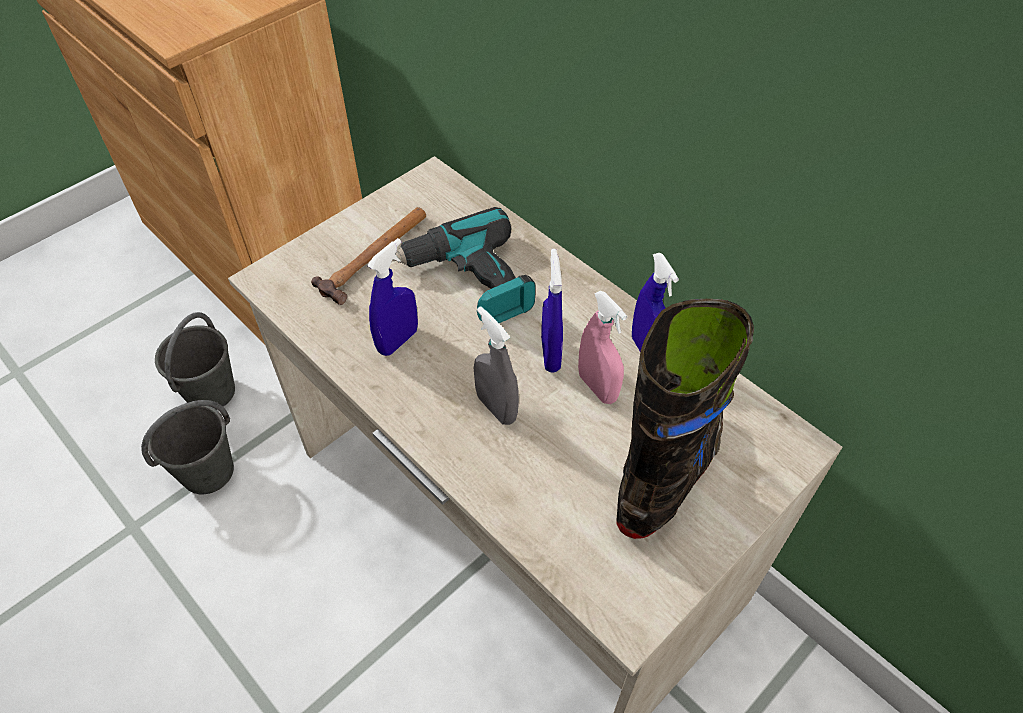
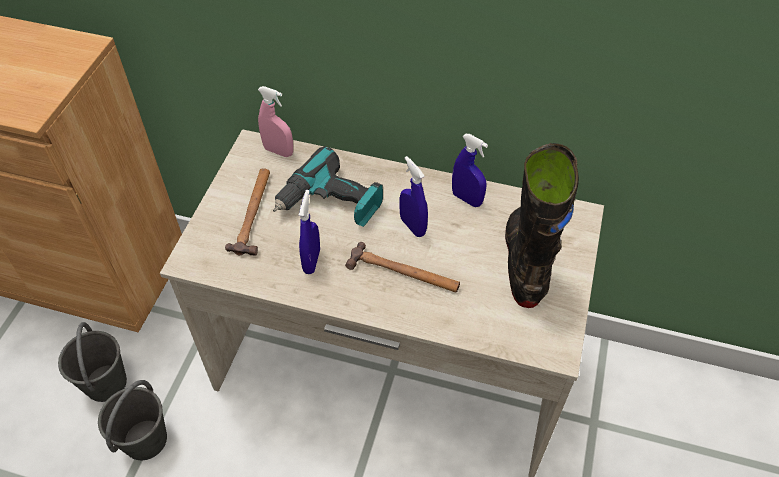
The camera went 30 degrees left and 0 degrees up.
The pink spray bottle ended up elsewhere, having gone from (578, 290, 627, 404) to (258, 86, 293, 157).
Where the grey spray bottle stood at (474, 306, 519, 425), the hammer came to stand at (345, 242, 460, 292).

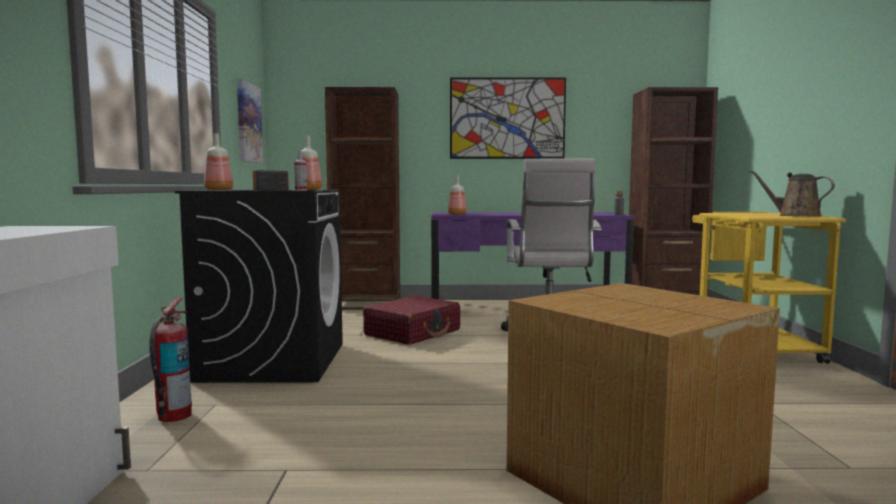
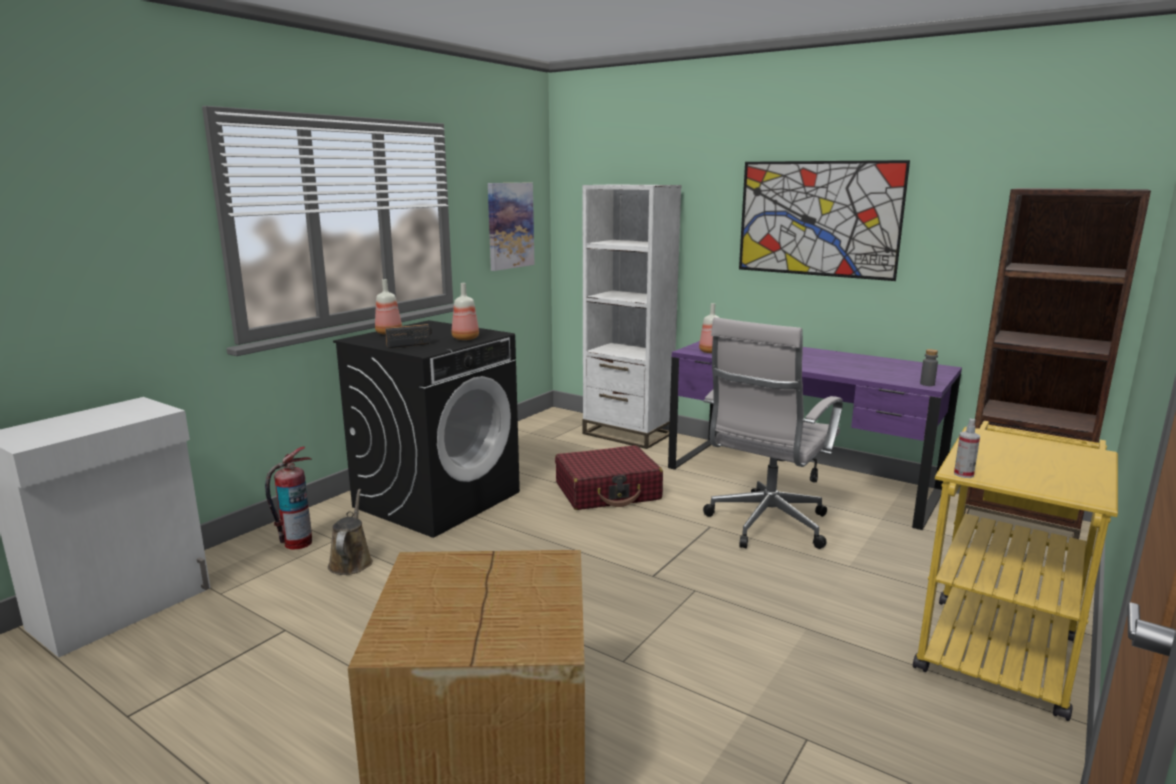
The camera went 35 degrees right and 10 degrees up.
The brown watering can ended up elsewhere, having gone from (749, 170, 835, 216) to (328, 489, 373, 575).
What was the brown bookcase at (325, 87, 401, 310) turned into the white bookcase at (583, 184, 682, 449).
The spray bottle ended up elsewhere, having gone from (294, 151, 307, 191) to (954, 419, 980, 478).

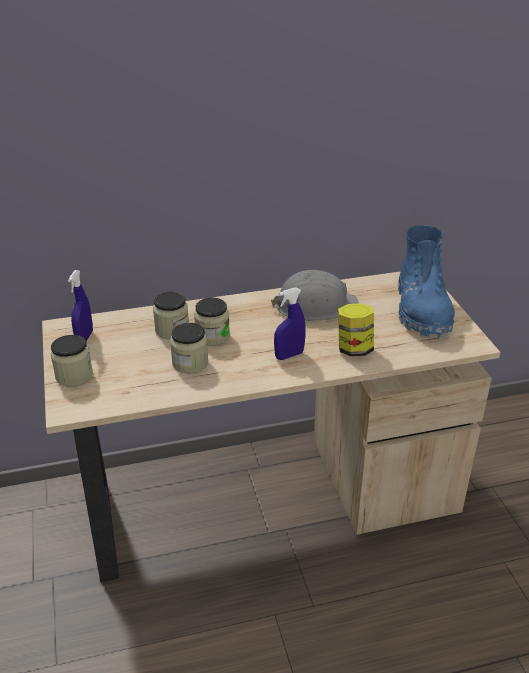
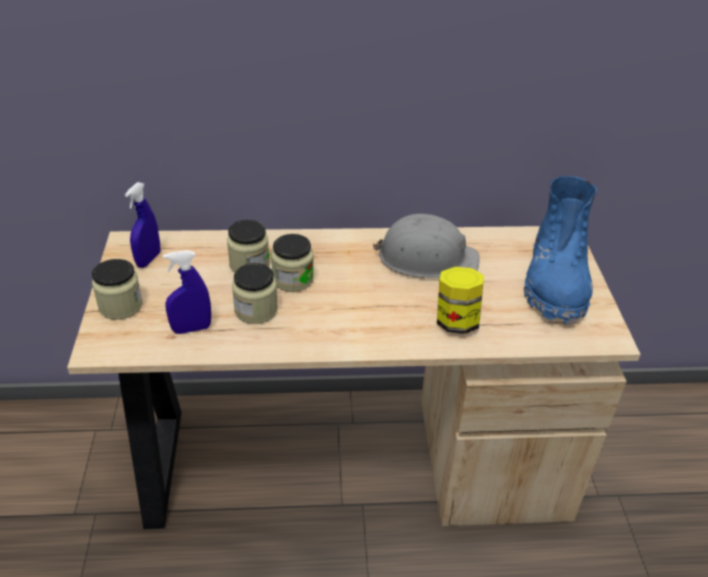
The camera went 10 degrees right and 5 degrees up.
The blue spray bottle ended up elsewhere, having gone from (274, 287, 306, 360) to (163, 250, 211, 334).

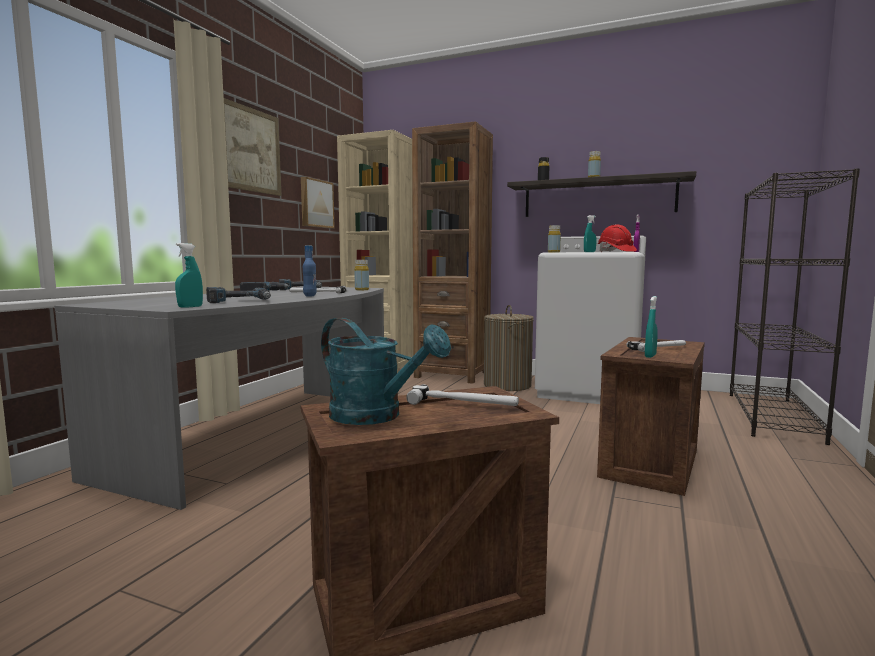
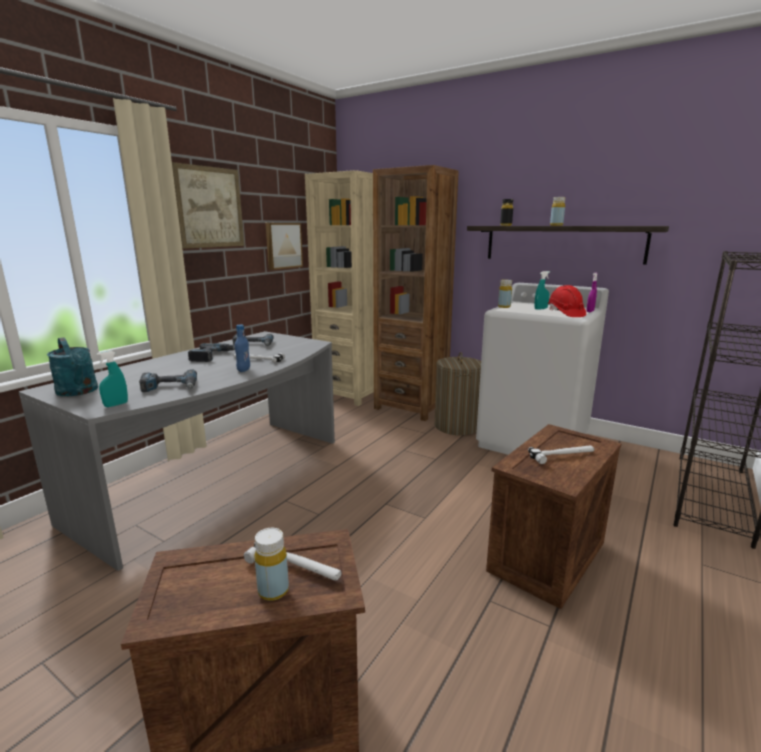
The camera went 10 degrees right and 10 degrees up.
The turquoise watering can ended up elsewhere, having gone from (321, 317, 451, 425) to (47, 337, 98, 396).
The yellow bottle ended up elsewhere, having gone from (354, 260, 369, 290) to (254, 528, 289, 601).
The second view lost the turquoise spray bottle at (645, 296, 658, 358).

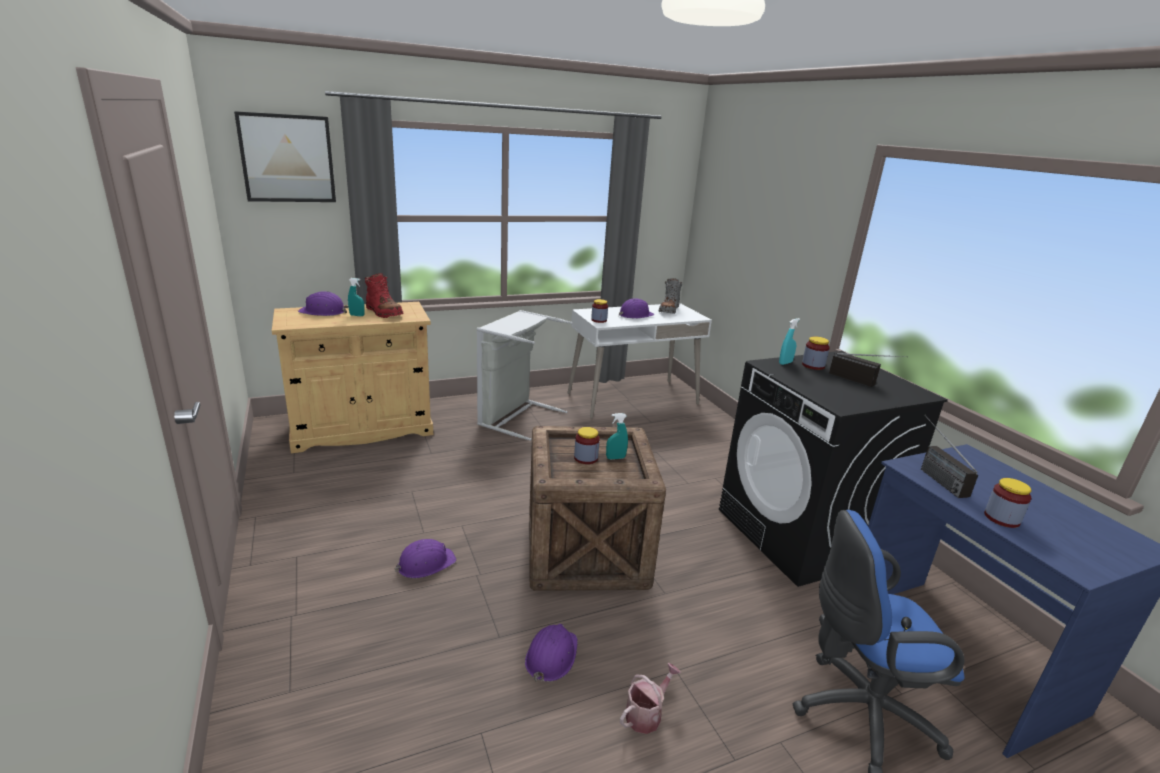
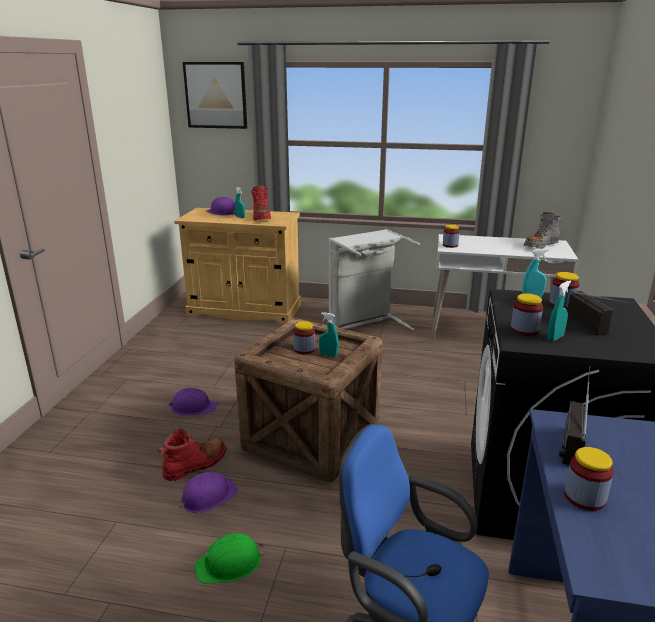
The camera went 35 degrees right and 0 degrees up.
The second view gained the red boot at (157, 428, 227, 481).
Where the watering can stood at (620, 663, 681, 734), the green hard hat came to stand at (195, 533, 263, 584).
The second view gained the jar at (511, 293, 543, 336).
The second view gained the turquoise spray bottle at (547, 281, 571, 341).
The second view lost the purple hard hat at (619, 298, 655, 318).

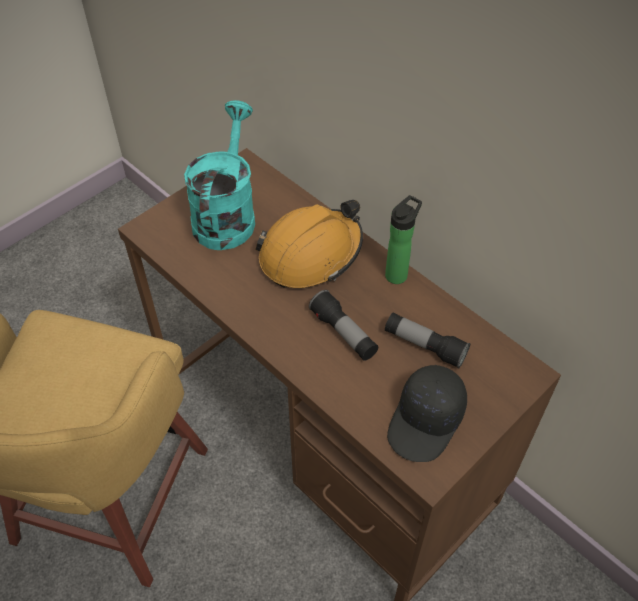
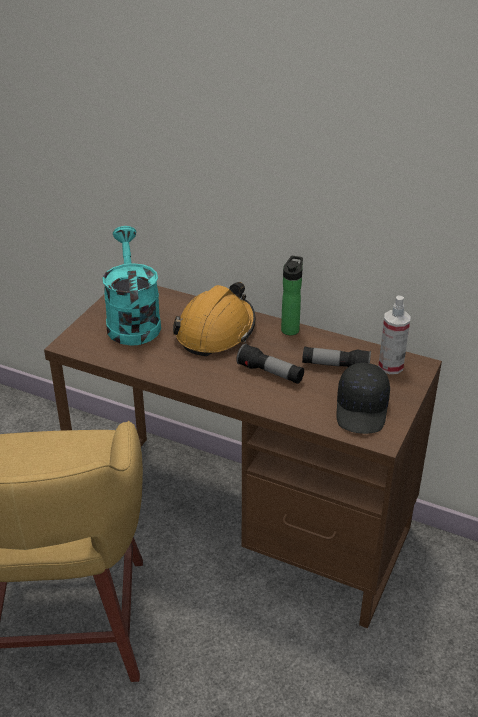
The camera went 20 degrees left and 15 degrees down.
The second view gained the spray bottle at (378, 295, 411, 374).

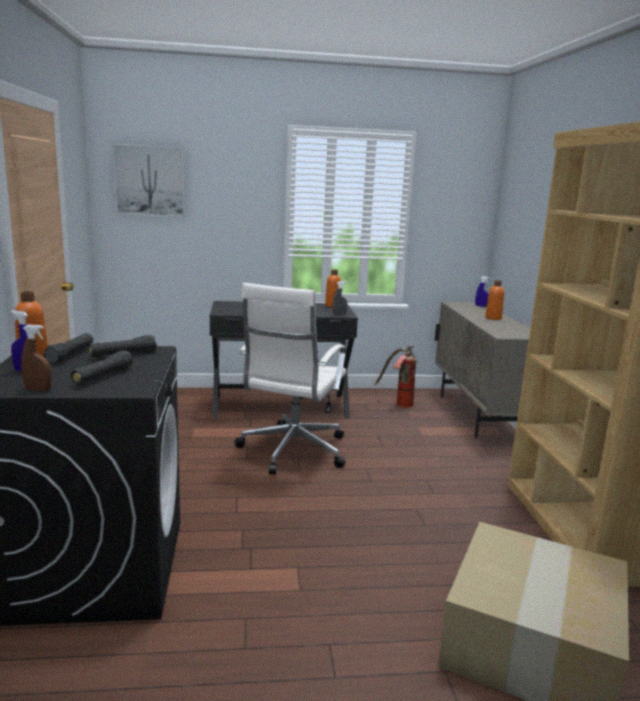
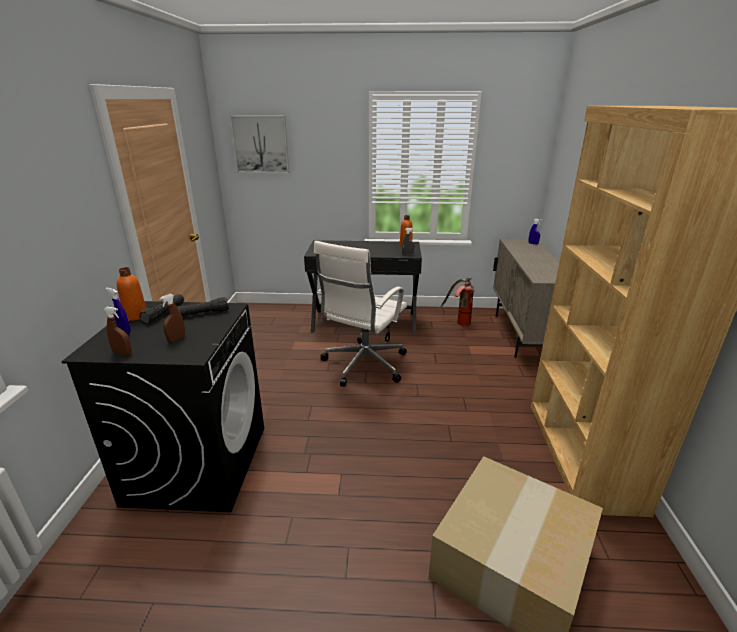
The camera went 10 degrees right and 10 degrees up.
Where the black flashlight stood at (71, 350, 133, 385), the brown spray bottle came to stand at (159, 294, 185, 342).
The second view lost the orange bottle at (485, 280, 504, 320).

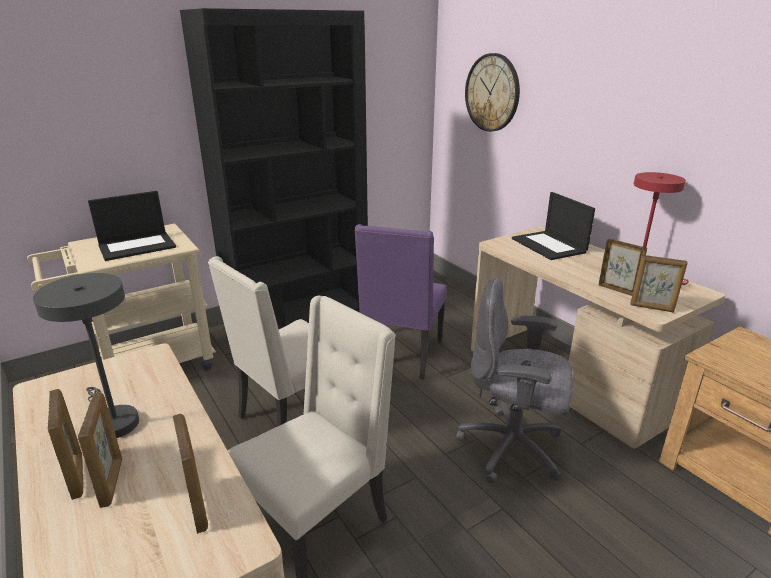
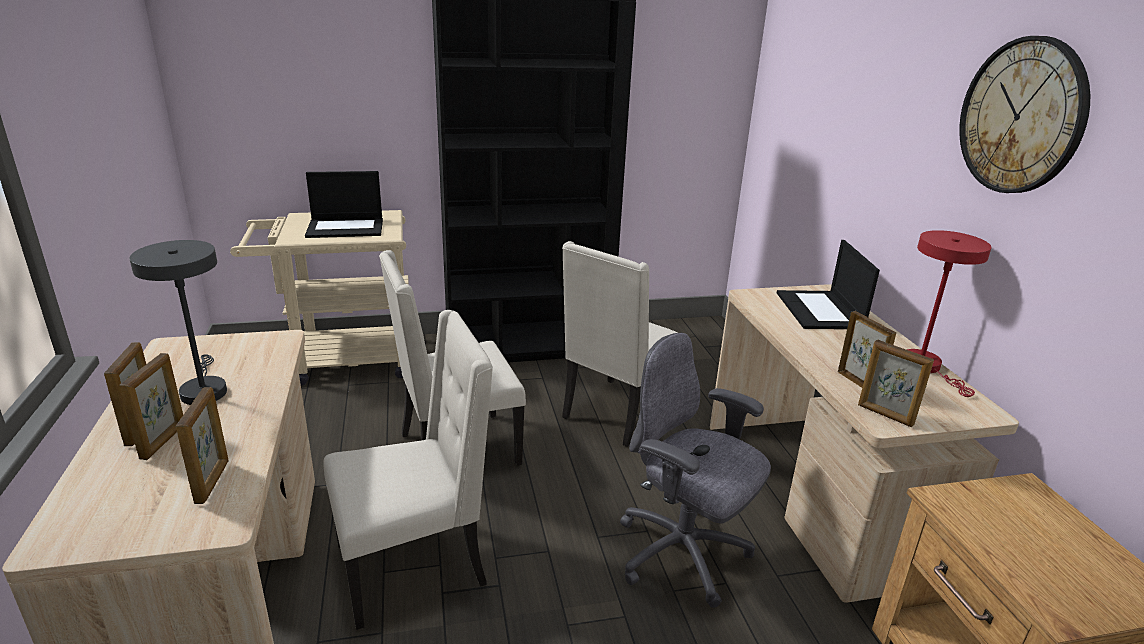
The camera went 20 degrees right and 0 degrees up.
What was the purple chair at (354, 224, 447, 379) turned into the beige chair at (562, 241, 678, 447).
The wall clock ended up elsewhere, having gone from (465, 53, 520, 132) to (959, 36, 1090, 193).

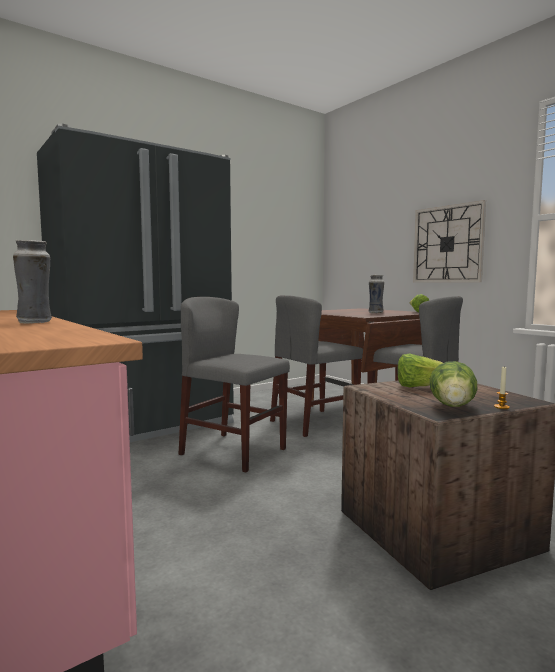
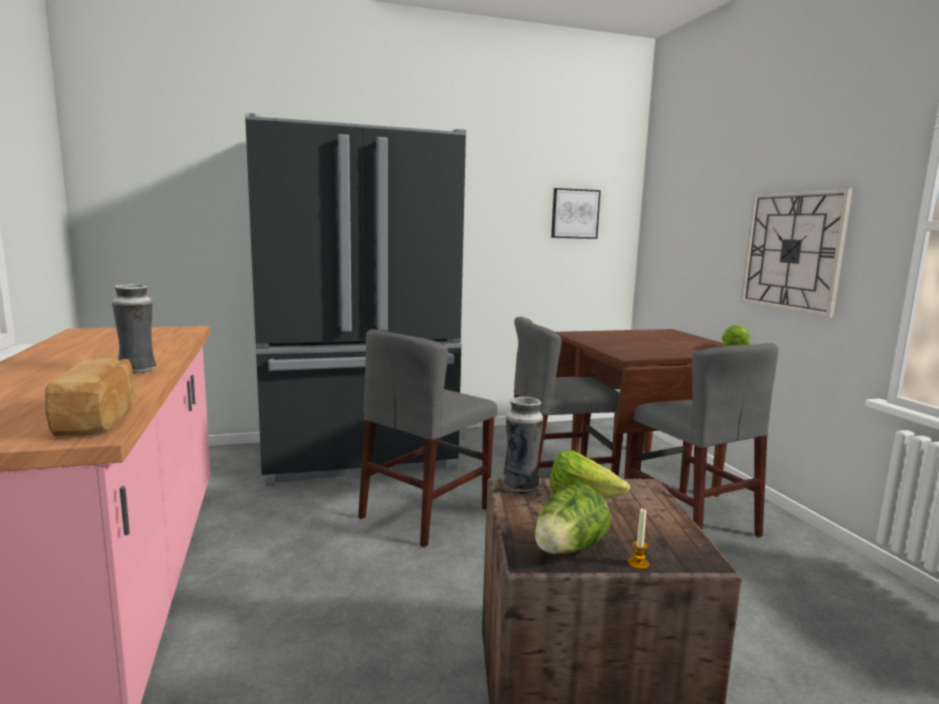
The camera went 20 degrees right and 5 degrees up.
The second view gained the bread at (45, 358, 134, 437).
The grey chair at (179, 297, 290, 472) ended up facing another way, 105 degrees counterclockwise from before.
The vase ended up elsewhere, having gone from (369, 275, 384, 313) to (503, 397, 543, 495).
The second view gained the picture at (551, 188, 601, 239).

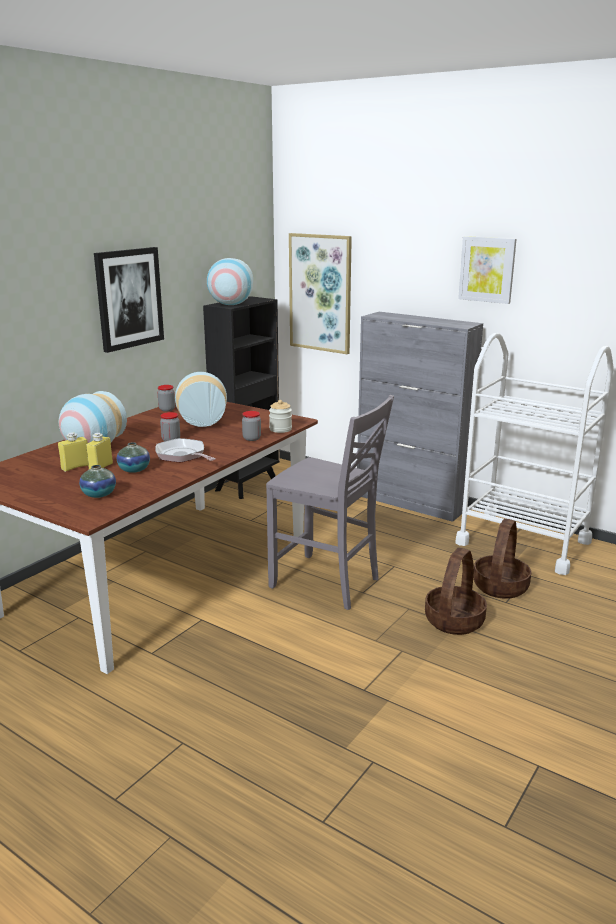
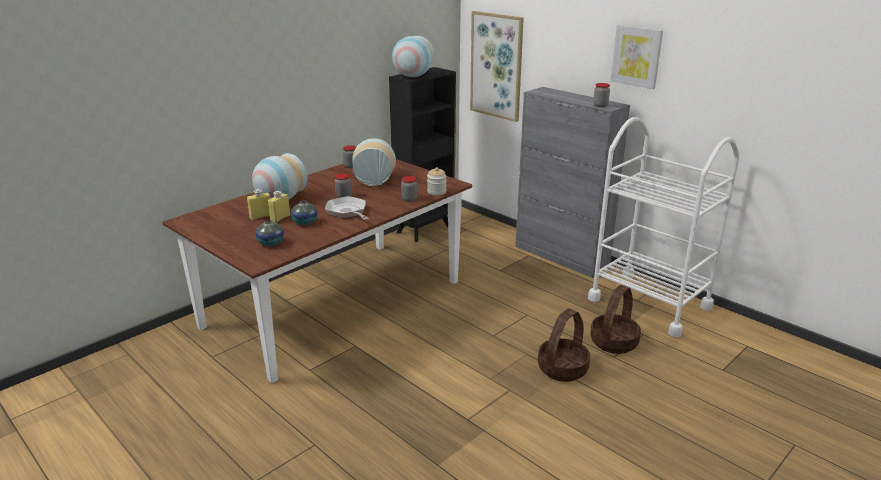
The camera went 10 degrees right and 5 degrees up.
The second view gained the jar at (593, 83, 610, 107).
The second view lost the picture at (94, 247, 164, 353).
The second view lost the grey chair at (266, 395, 394, 610).

